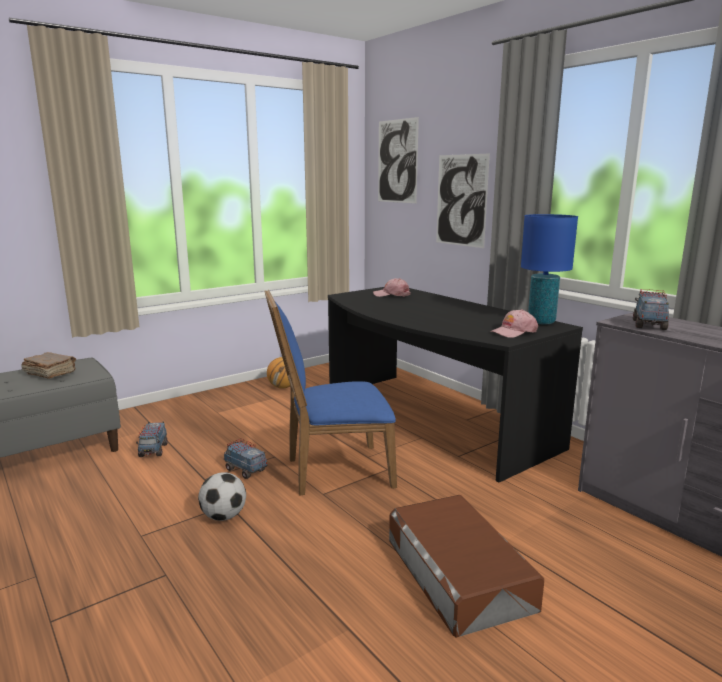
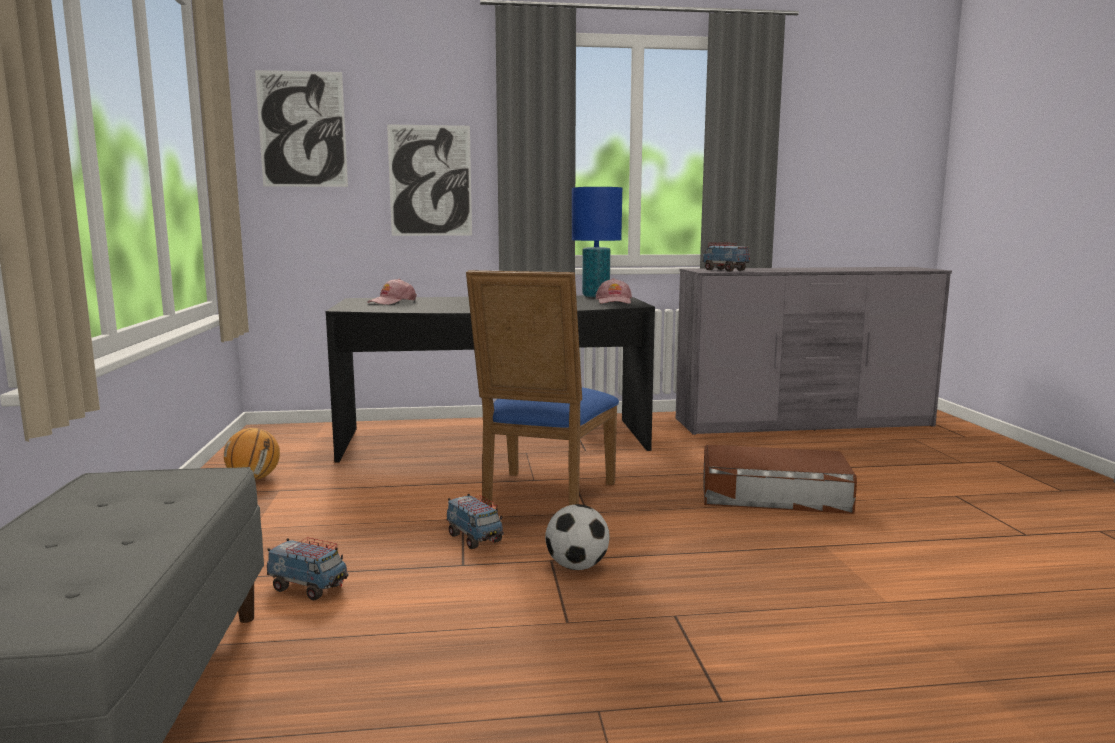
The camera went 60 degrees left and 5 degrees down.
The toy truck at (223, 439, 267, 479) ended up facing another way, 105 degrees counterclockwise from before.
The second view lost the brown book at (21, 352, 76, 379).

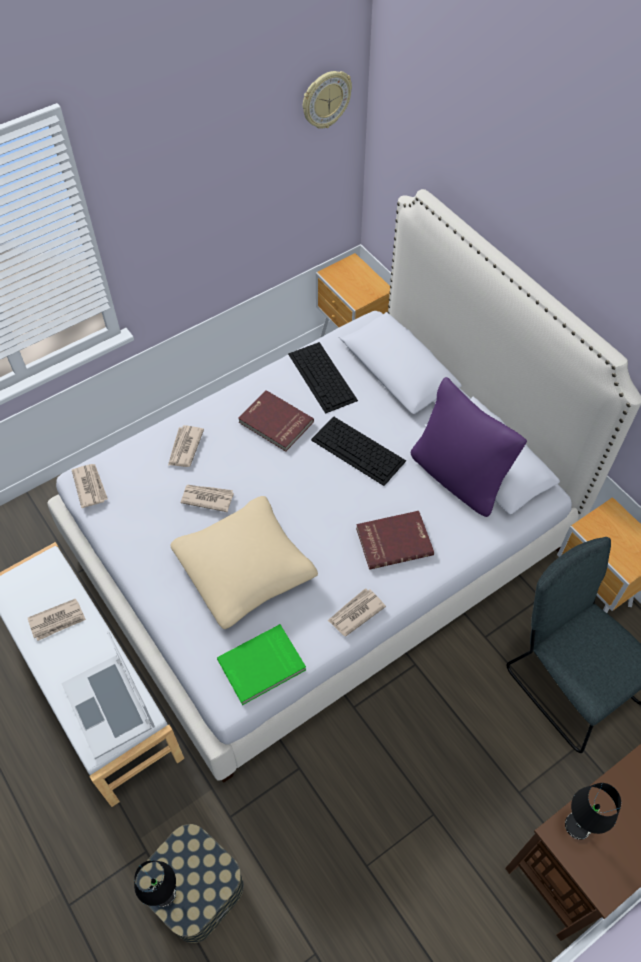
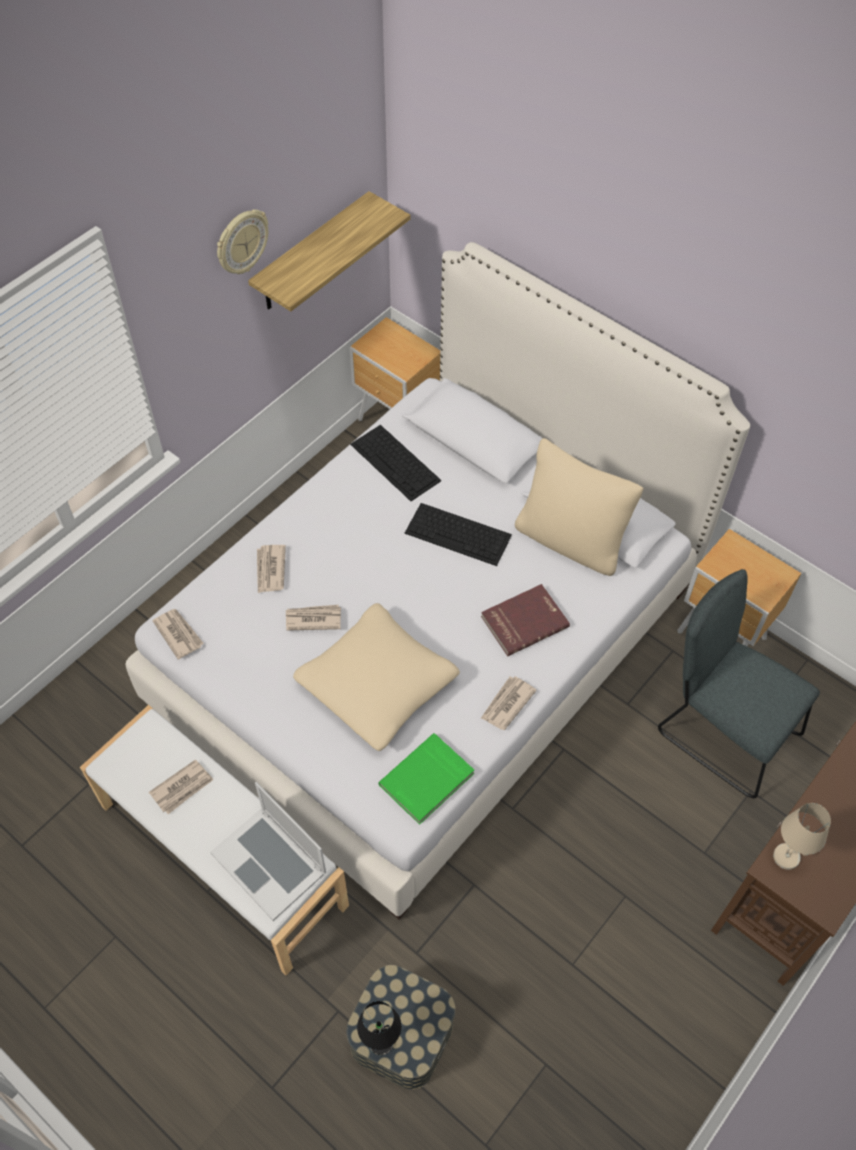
The camera went 15 degrees left and 0 degrees up.
The wall clock ended up elsewhere, having gone from (303, 71, 352, 129) to (217, 209, 268, 274).
The second view gained the shelf at (248, 191, 411, 311).
What was the purple pillow at (411, 377, 527, 517) turned into the beige pillow at (515, 438, 644, 576).
What was the black table lamp at (565, 783, 621, 840) turned into the beige table lamp at (773, 803, 831, 870).
The second view lost the red book at (238, 390, 314, 452).

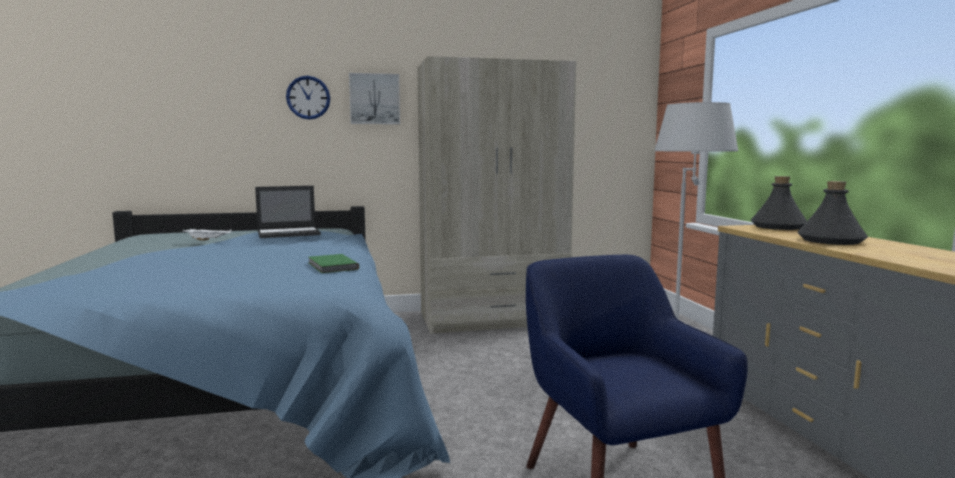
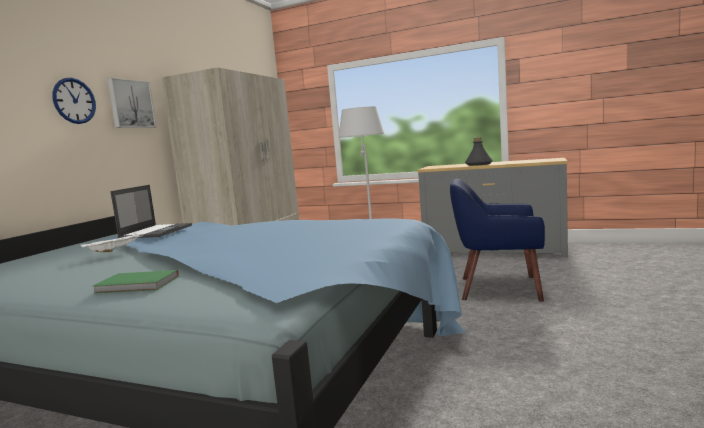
The camera went 55 degrees left and 0 degrees up.
The green book ended up elsewhere, having gone from (309, 254, 359, 273) to (93, 270, 179, 294).
The second view lost the grey bottle at (751, 176, 807, 230).

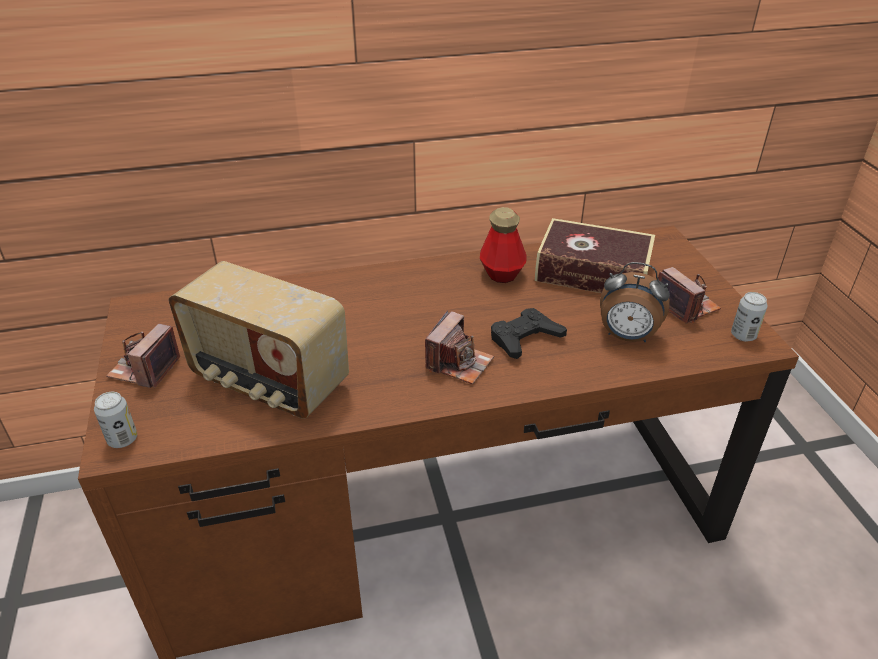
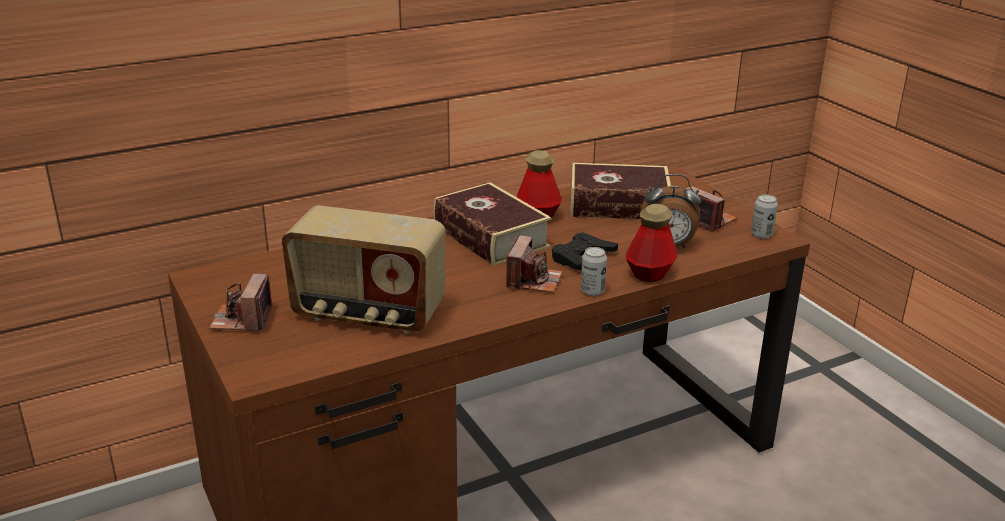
The camera went 15 degrees left and 10 degrees down.
The second view gained the book at (434, 182, 551, 266).
The can ended up elsewhere, having gone from (94, 392, 137, 448) to (581, 247, 607, 296).
The second view gained the bottle at (626, 204, 677, 282).

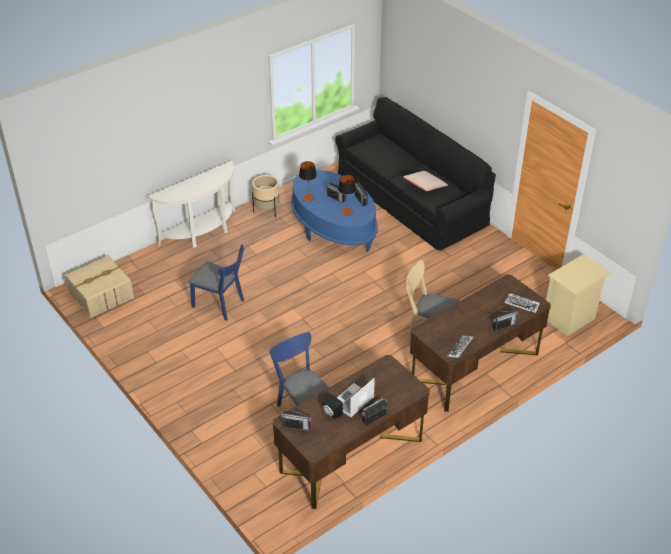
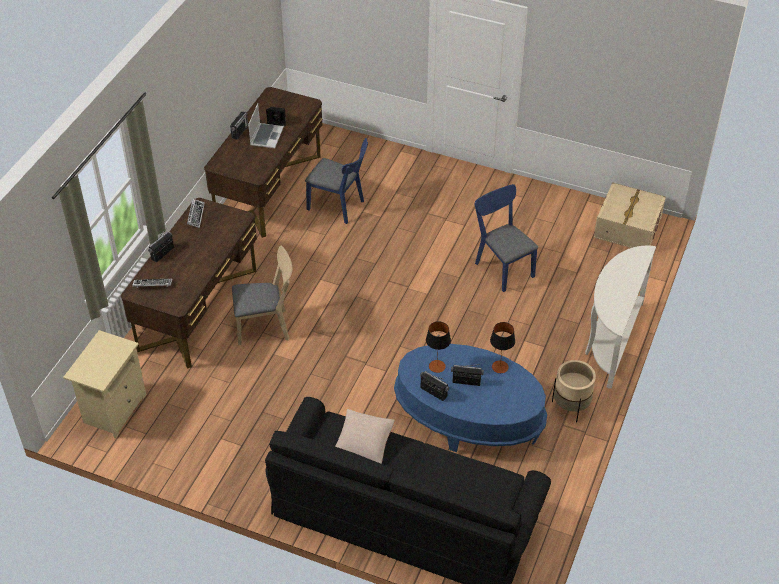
The camera went 150 degrees right and 5 degrees up.
The blue chair at (189, 244, 244, 321) ended up facing another way, 60 degrees clockwise from before.
The second view lost the radio at (281, 408, 312, 431).

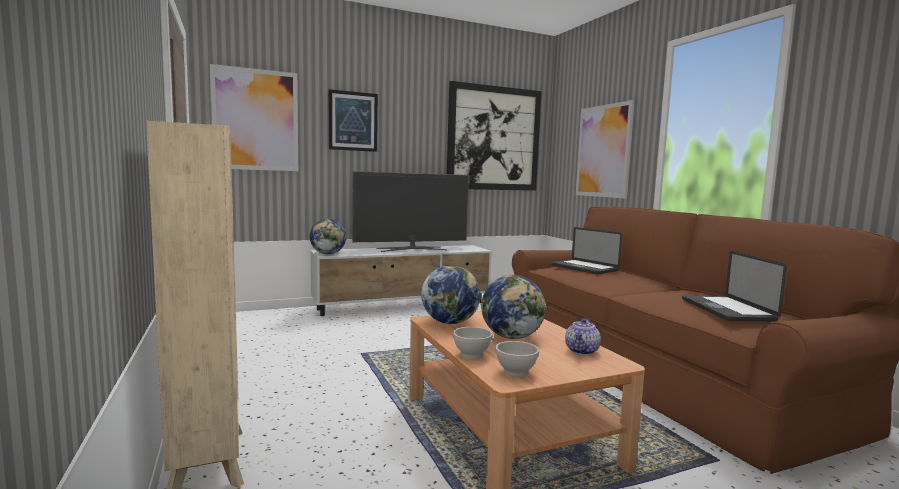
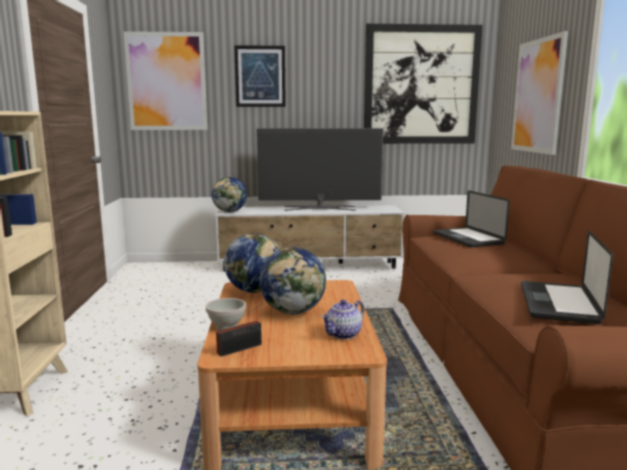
The camera went 20 degrees right and 5 degrees up.
Where the white bowl stood at (495, 341, 539, 377), the radio came to stand at (216, 303, 263, 356).

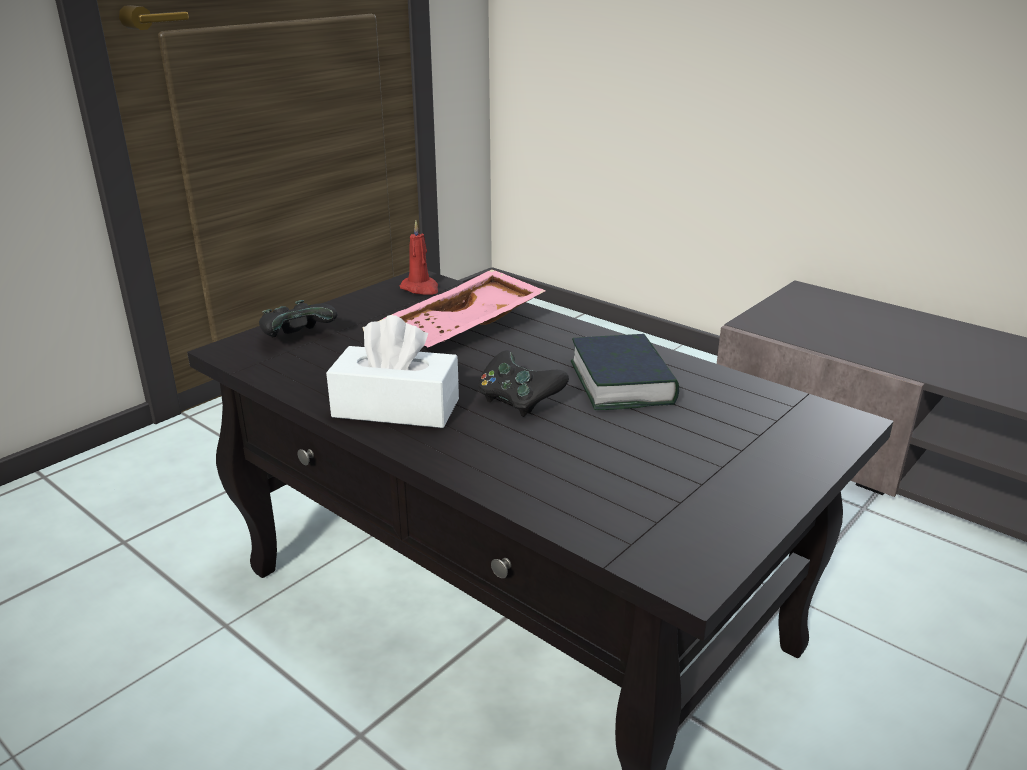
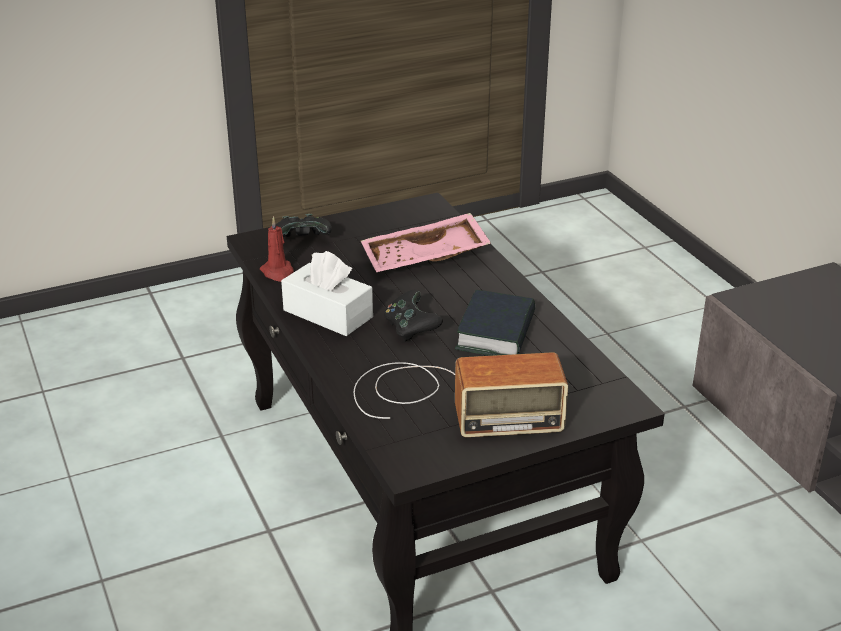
The camera went 25 degrees right and 5 degrees up.
The red candle ended up elsewhere, having gone from (400, 221, 438, 295) to (260, 216, 294, 282).
The second view gained the radio at (354, 352, 568, 437).

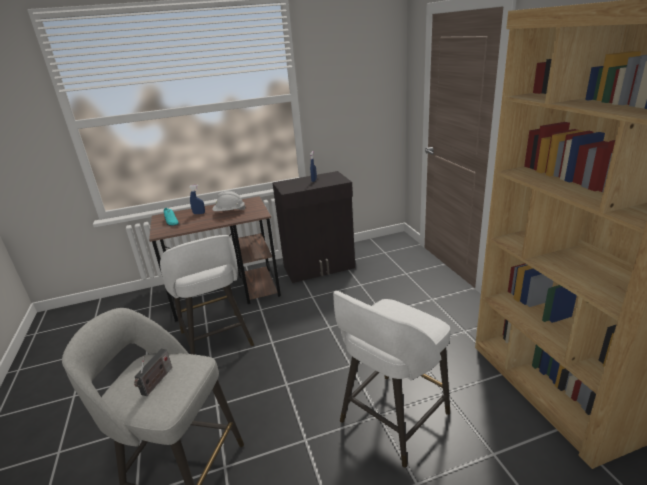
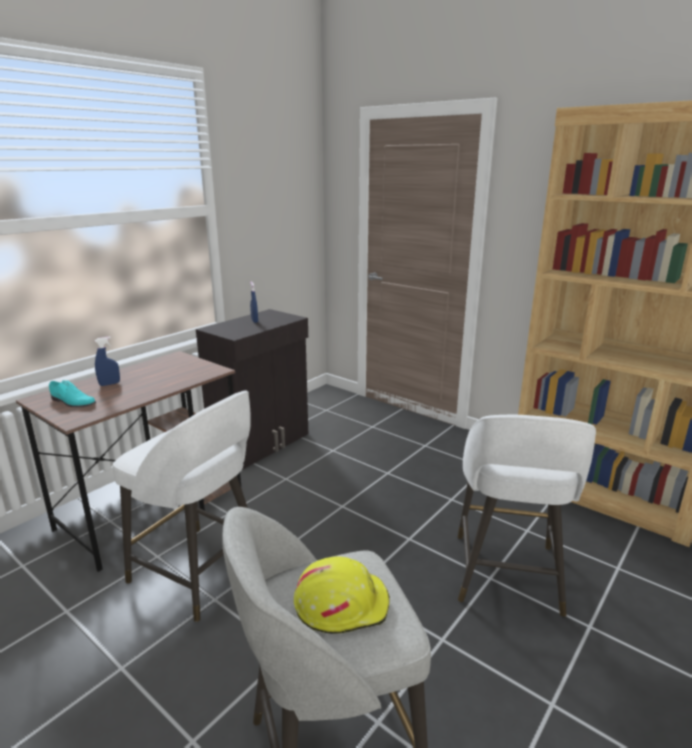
The camera went 35 degrees left and 5 degrees down.
Where the radio stood at (134, 349, 172, 396), the yellow hard hat came to stand at (294, 557, 390, 634).
The second view lost the white hard hat at (212, 191, 245, 211).

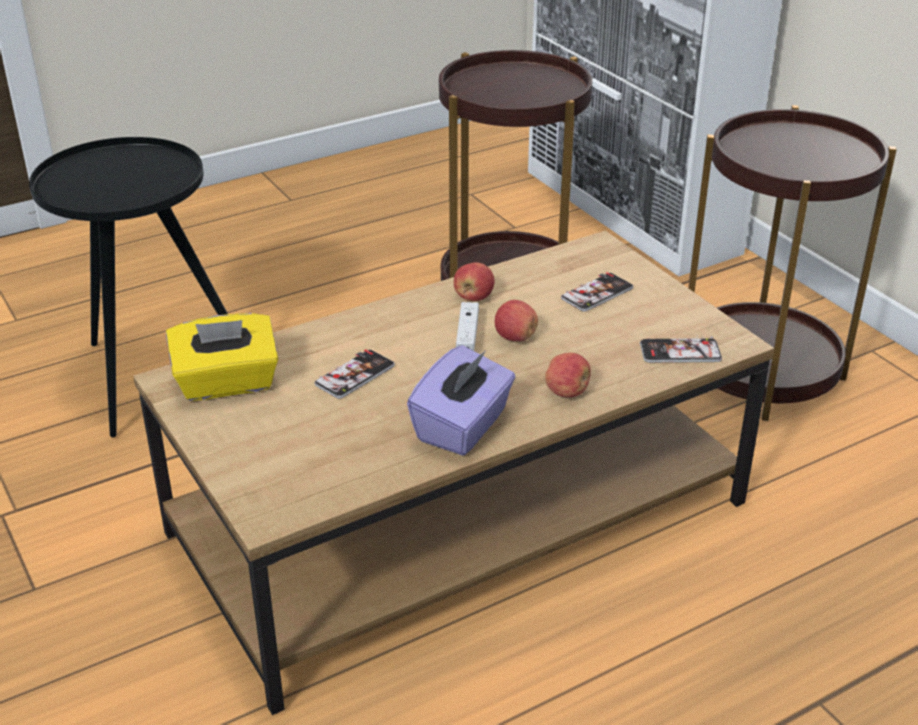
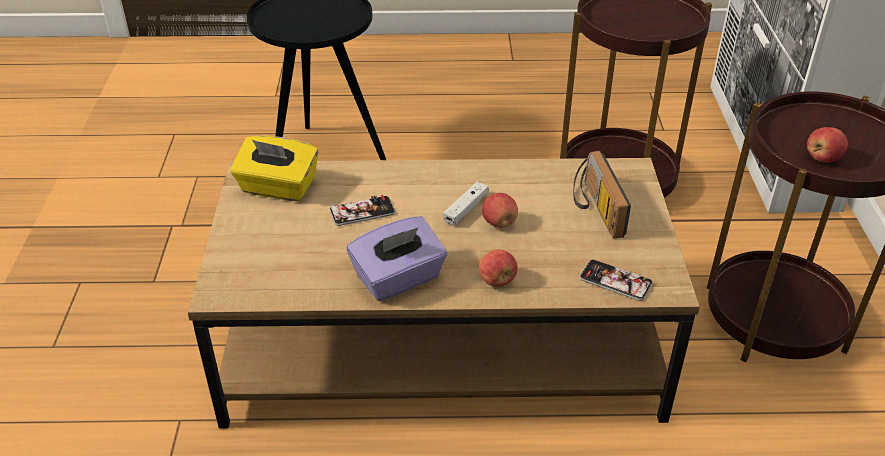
The camera went 30 degrees right and 5 degrees up.
Where the phone stood at (561, 272, 633, 312), the radio came to stand at (573, 151, 631, 239).
The apple ended up elsewhere, having gone from (454, 262, 495, 302) to (807, 127, 848, 162).

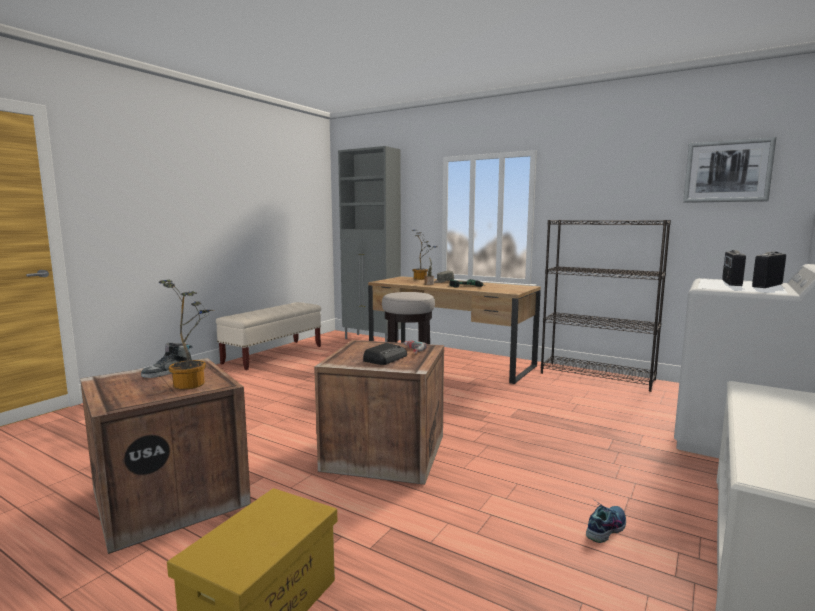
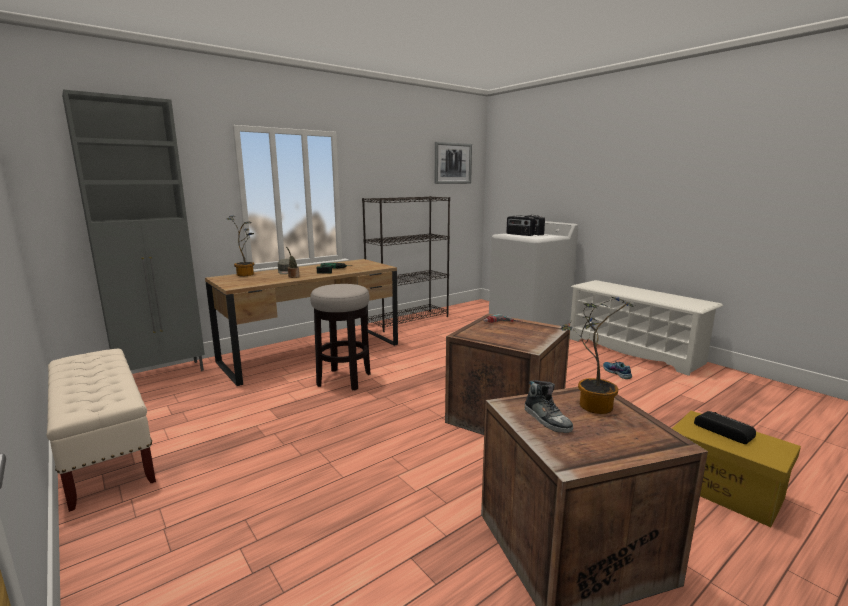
The camera went 70 degrees left and 5 degrees up.
The radio ended up elsewhere, having gone from (363, 343, 407, 365) to (694, 411, 756, 444).

